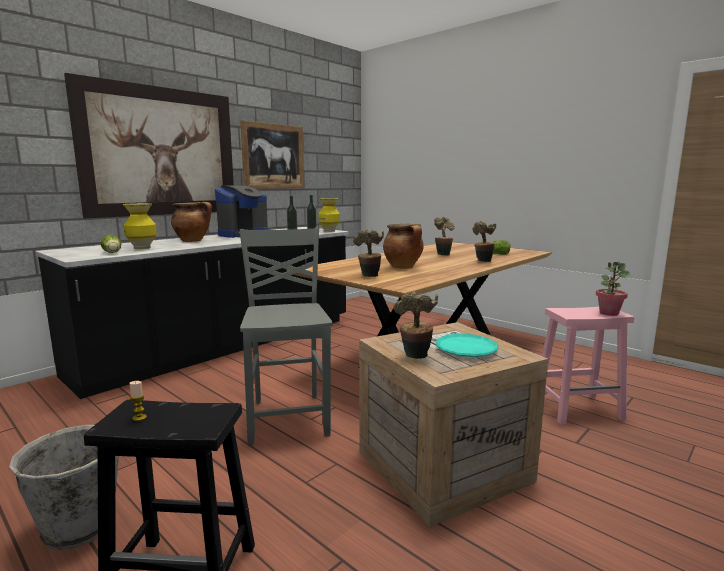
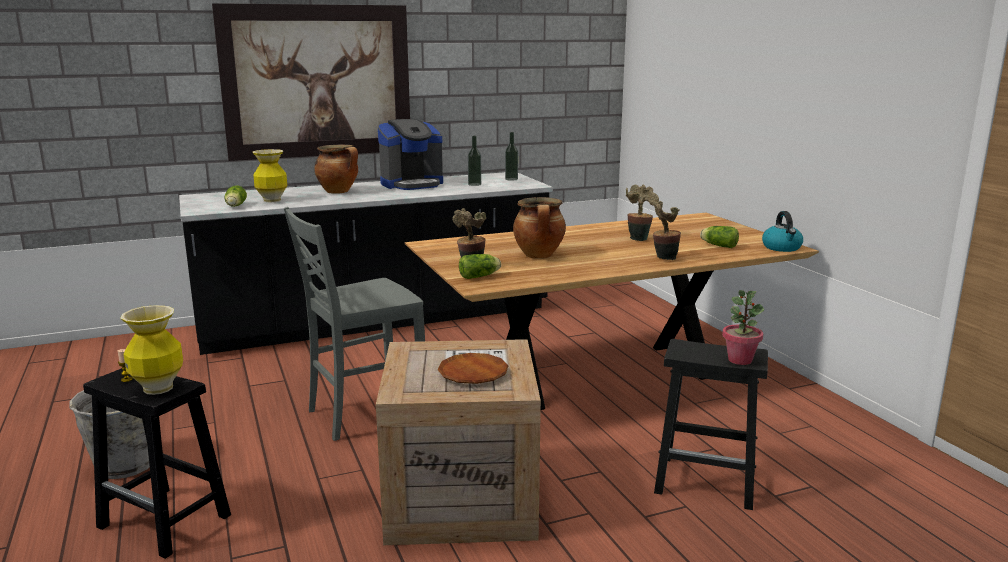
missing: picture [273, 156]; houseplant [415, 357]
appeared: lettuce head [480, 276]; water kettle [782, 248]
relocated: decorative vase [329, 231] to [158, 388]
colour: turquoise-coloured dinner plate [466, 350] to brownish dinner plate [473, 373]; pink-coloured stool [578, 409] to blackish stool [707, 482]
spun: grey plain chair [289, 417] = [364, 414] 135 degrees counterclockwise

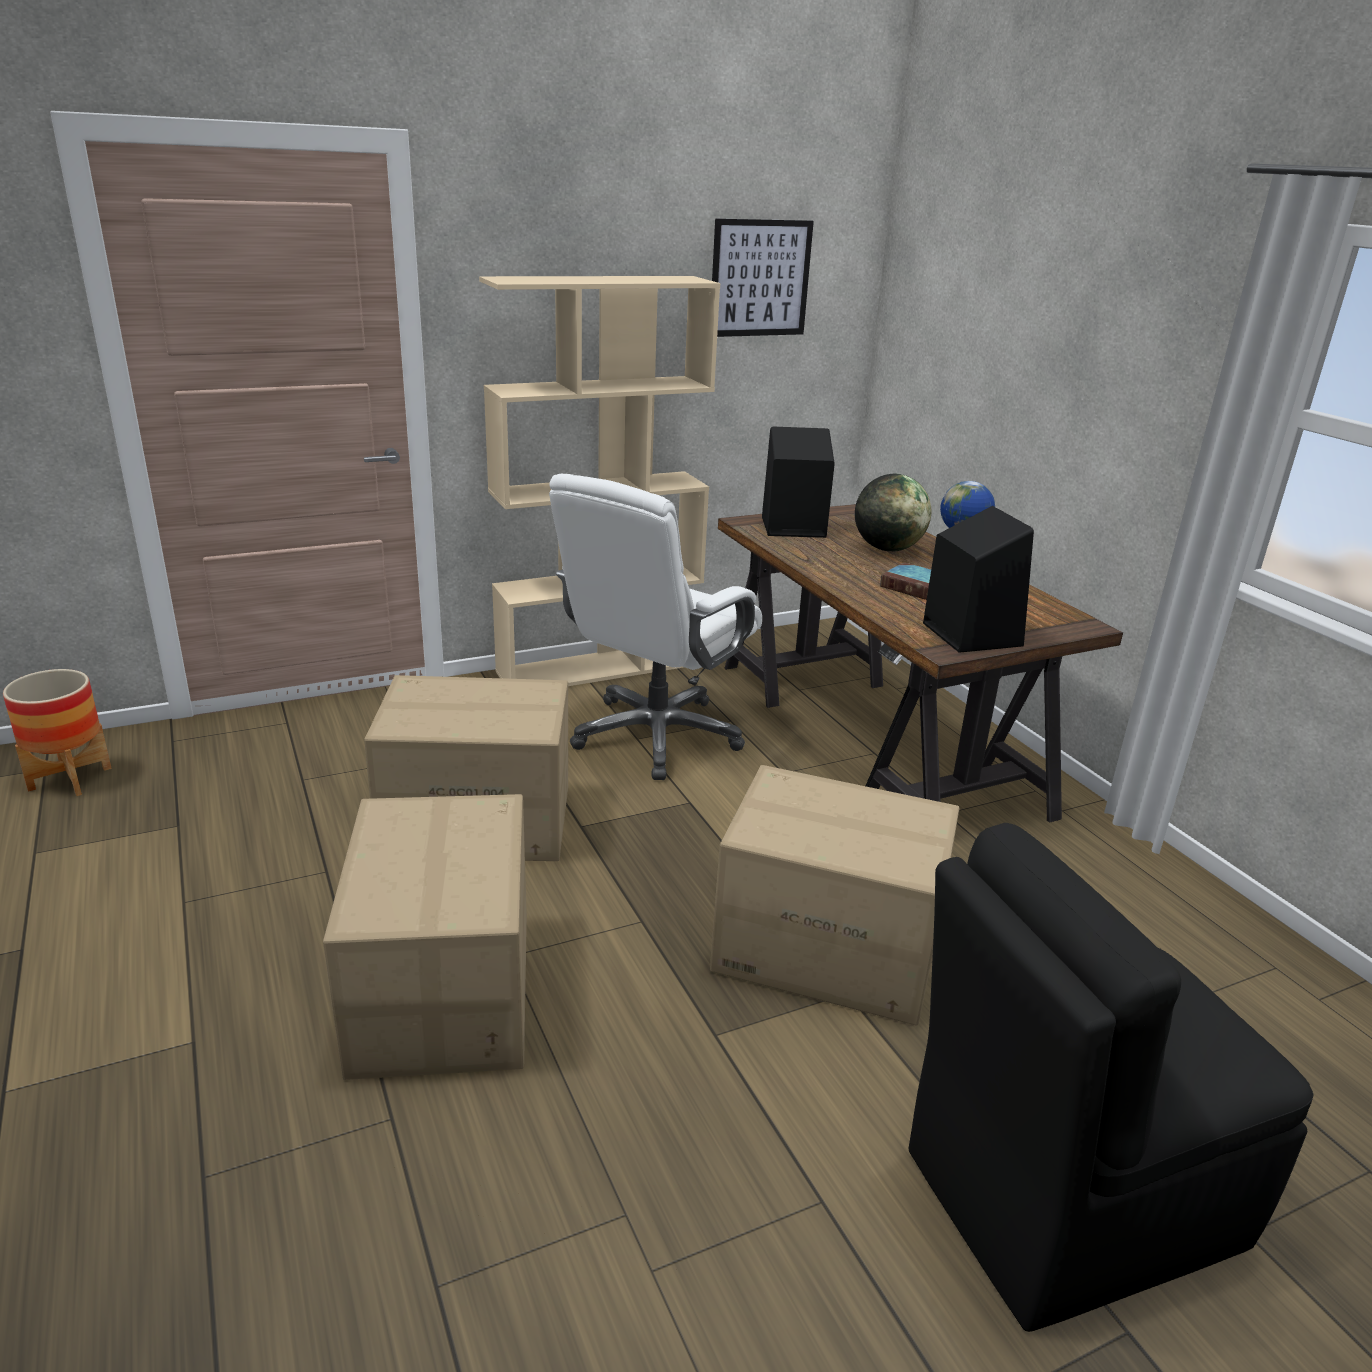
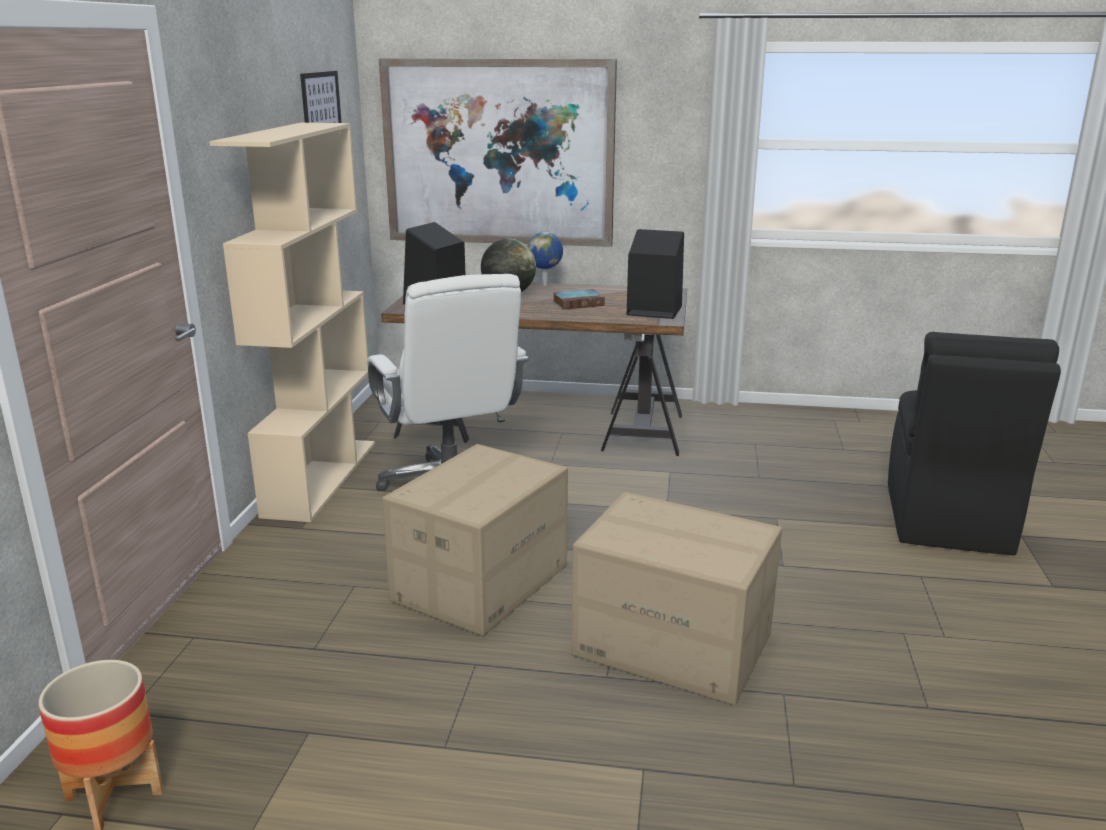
missing: packing box [827, 948]
appeared: picture [499, 153]

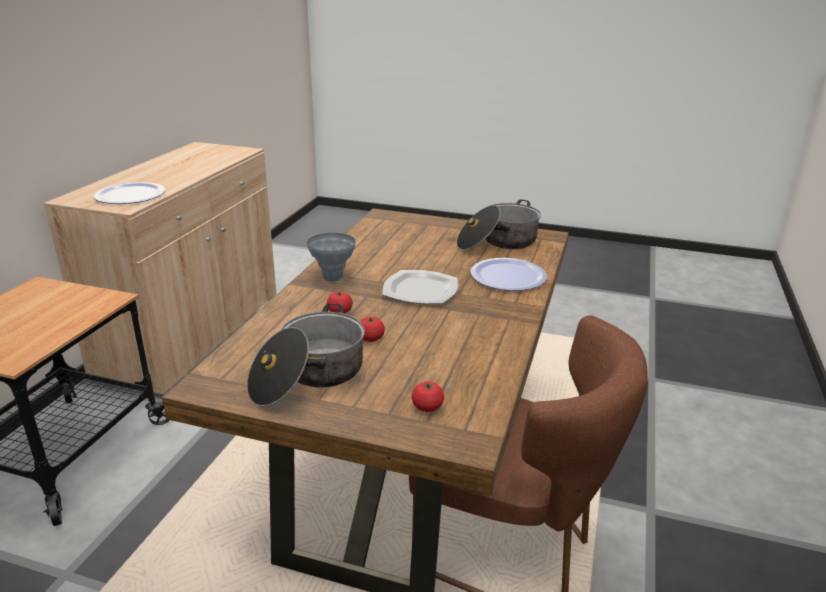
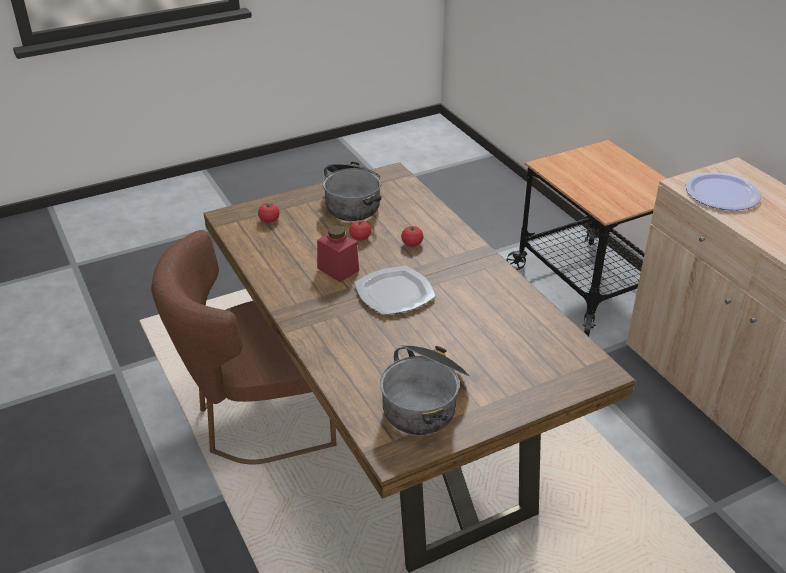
missing: grey decorative vase [333, 278]; dinner plate [508, 276]
appeared: red-coloured preserve jar [338, 269]

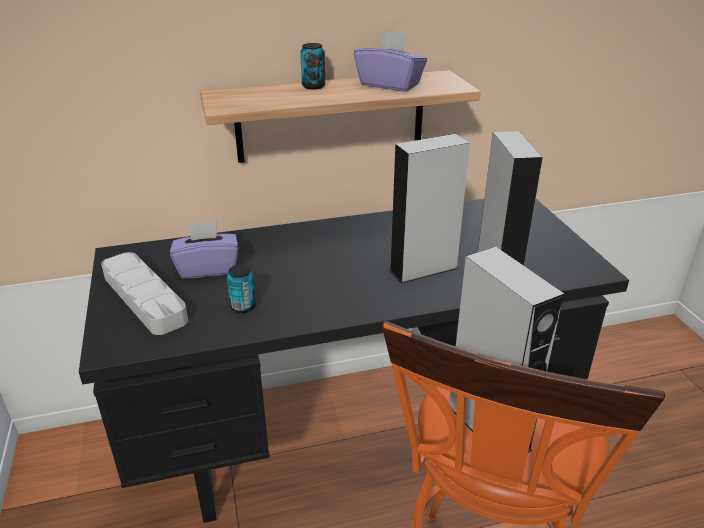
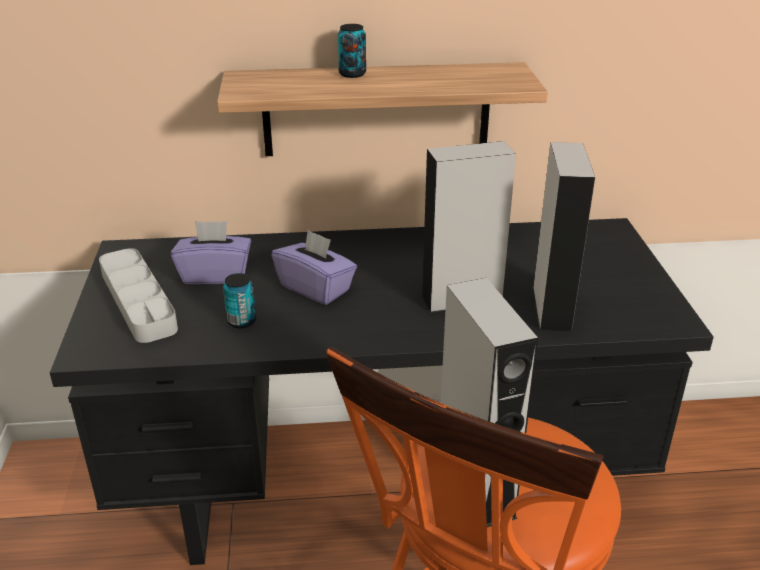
relocated: purplish tissue holder [390, 84] to [316, 288]

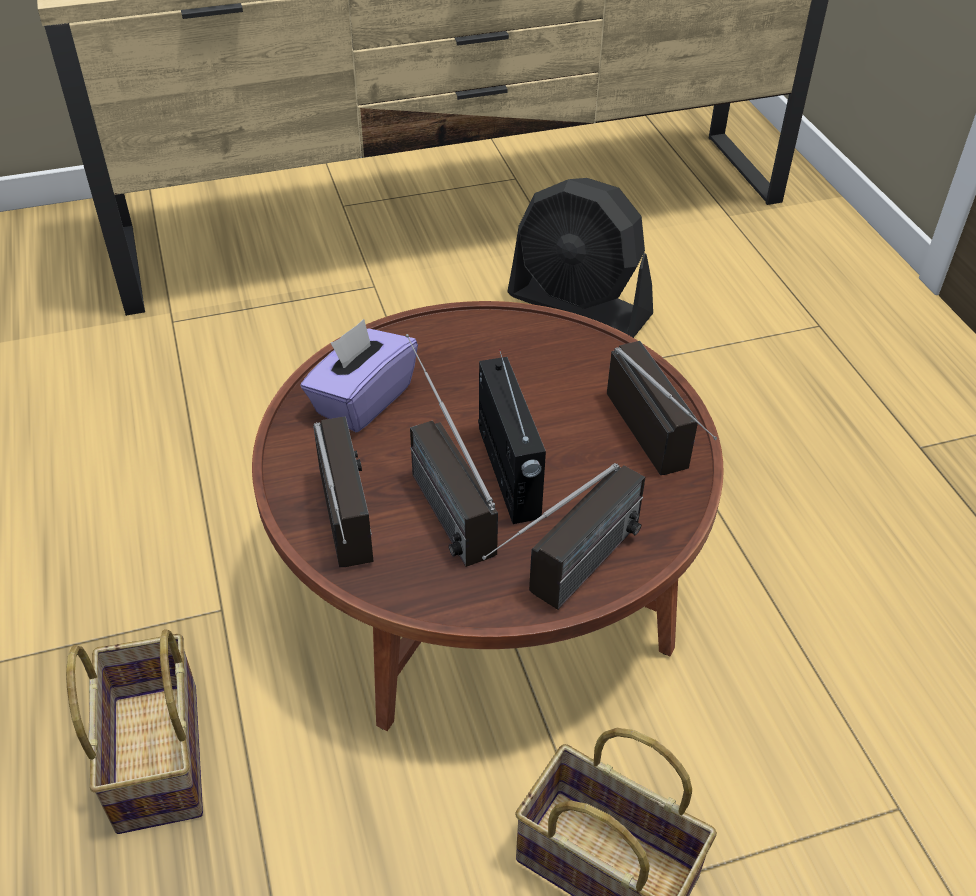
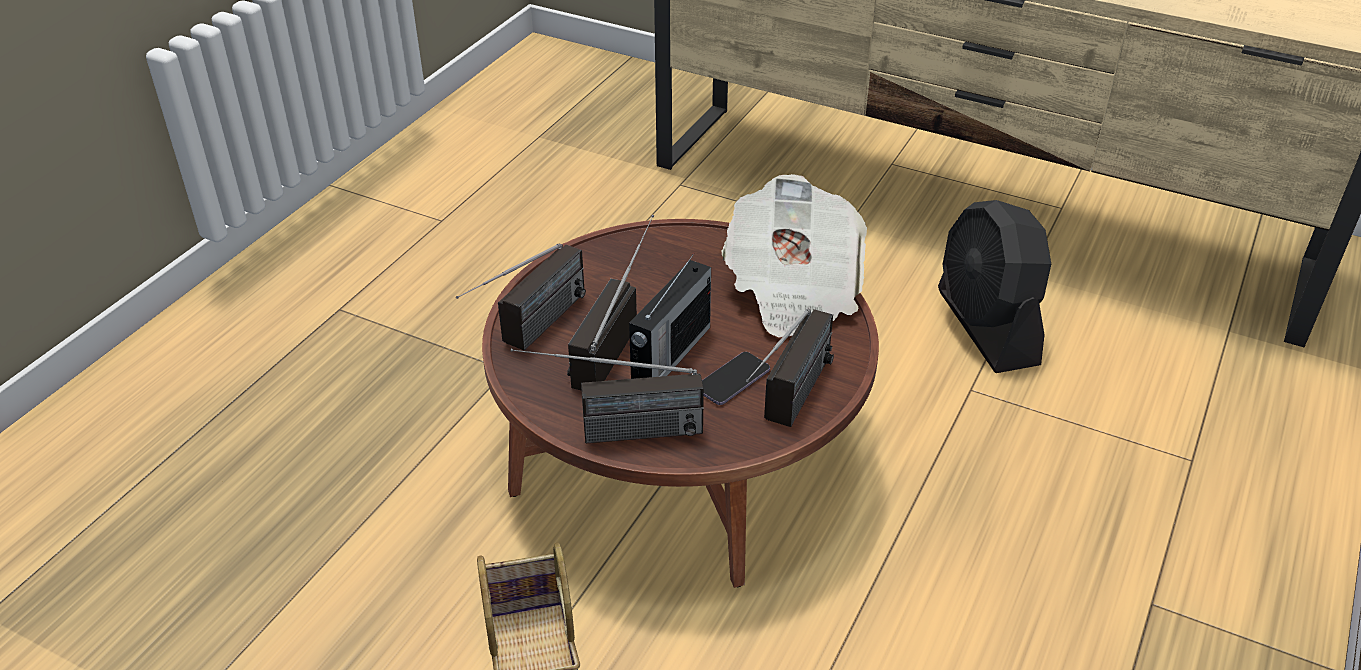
missing: household basket [154, 753]; purplish tissue holder [362, 400]
appeared: handset [732, 380]; newspaper [792, 289]

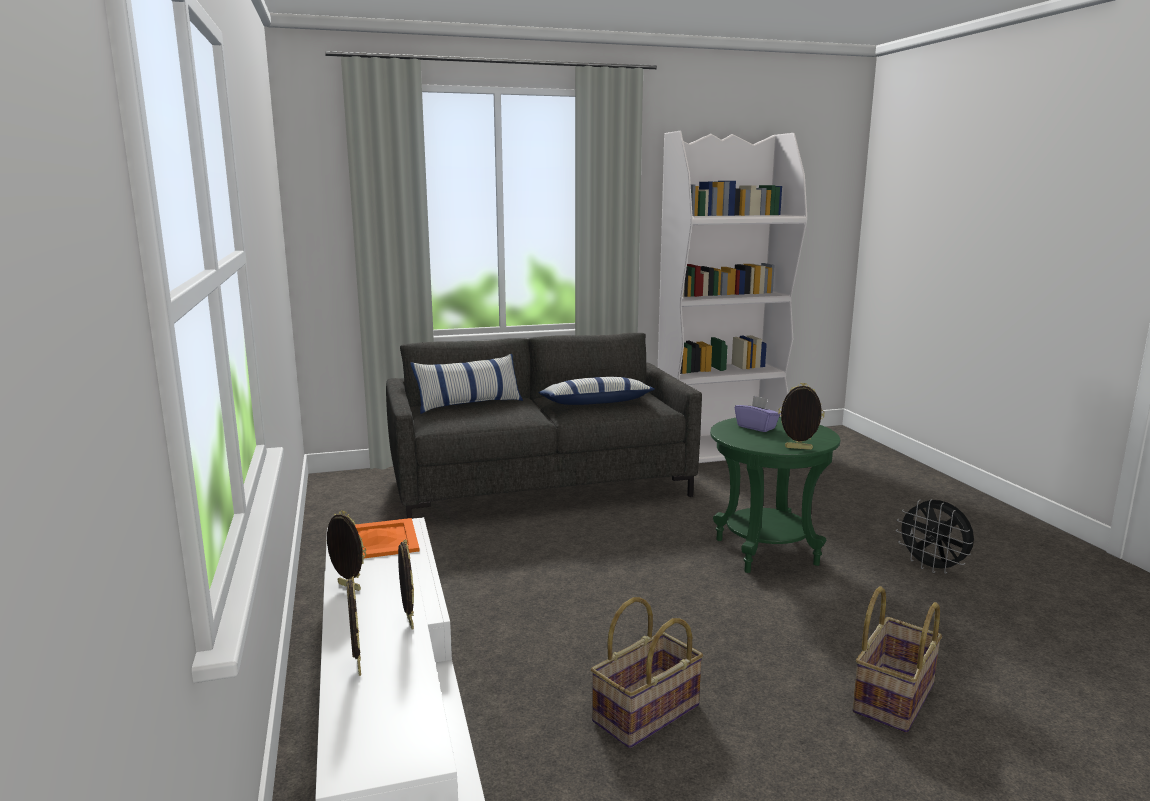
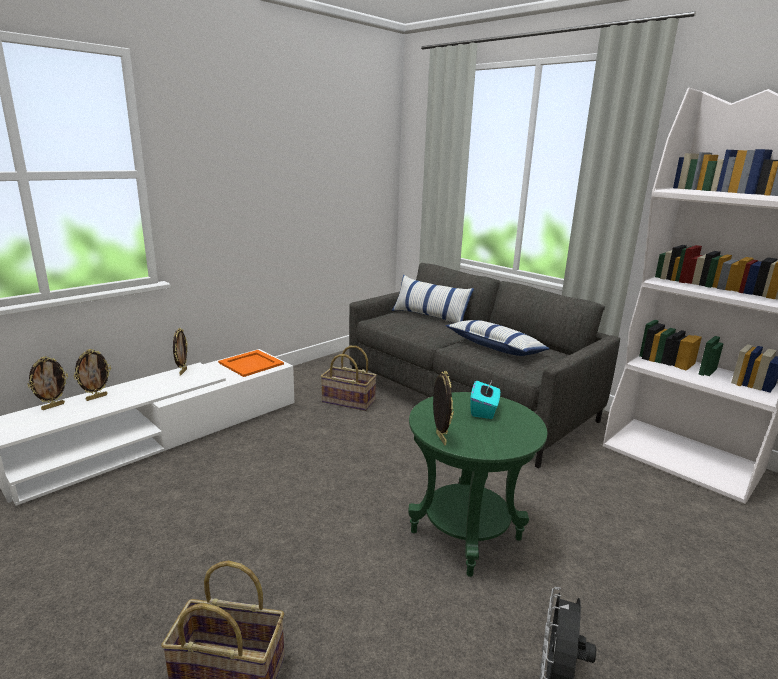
relocated: picture frame [408, 621] to [53, 406]; household basket [647, 714] to [348, 401]
colour: purplish tissue holder [756, 427] to turquoise-coloured tissue holder [484, 410]

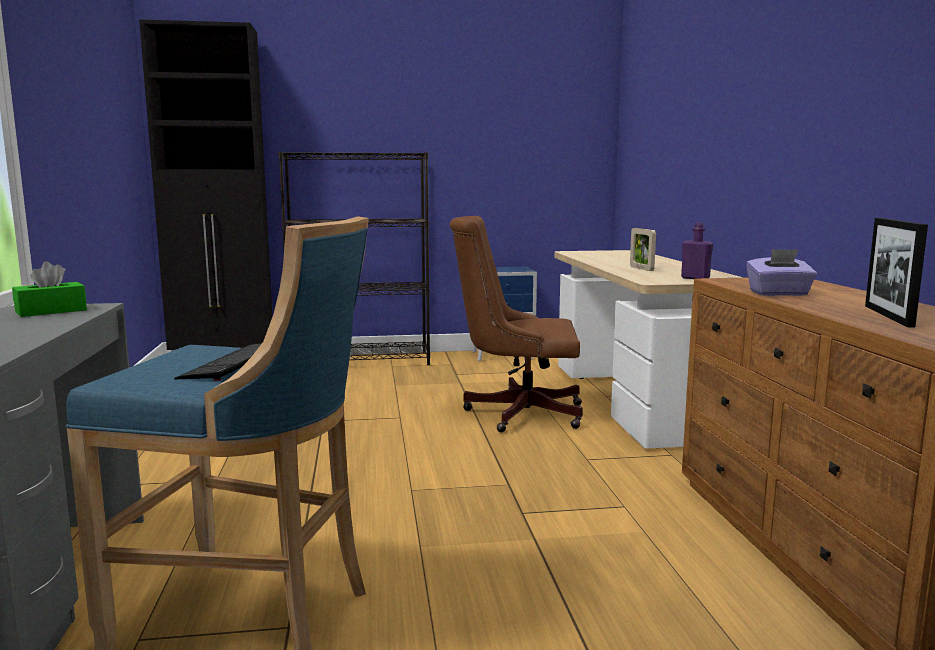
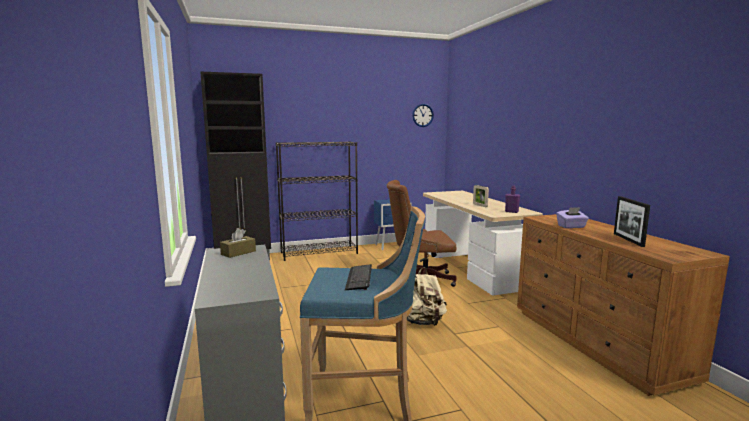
appeared: sand-coloured rucksack [423, 322]; wall clock [422, 115]
colour: green tissue holder [51, 311] to brownish tissue holder [238, 252]

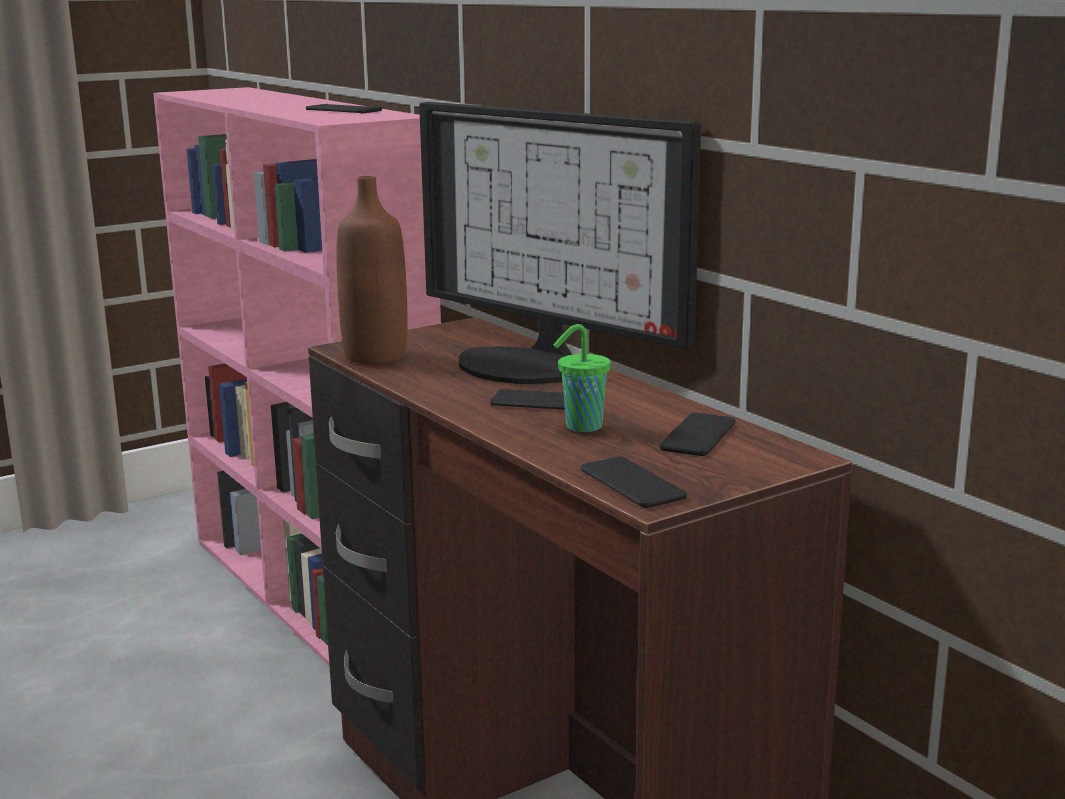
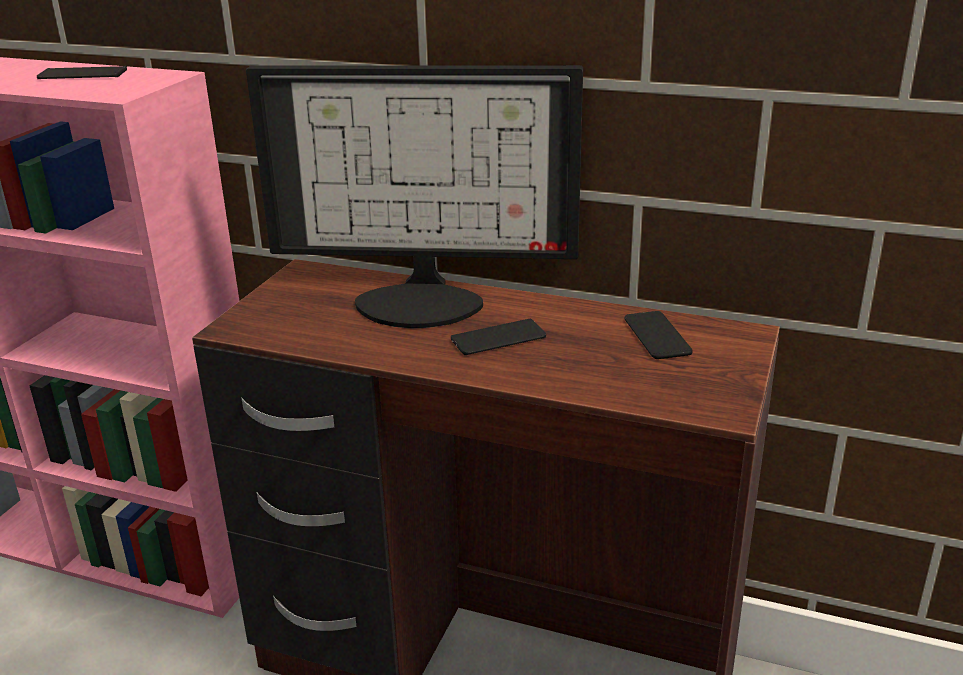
missing: brownish bottle [375, 356]; green small cup [581, 427]; handset [632, 484]

